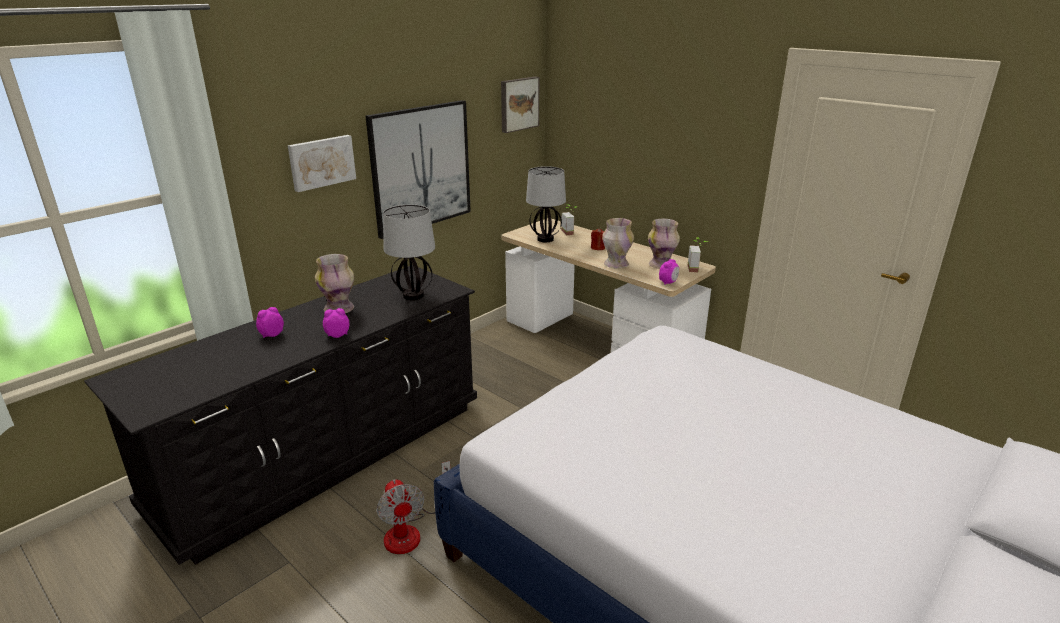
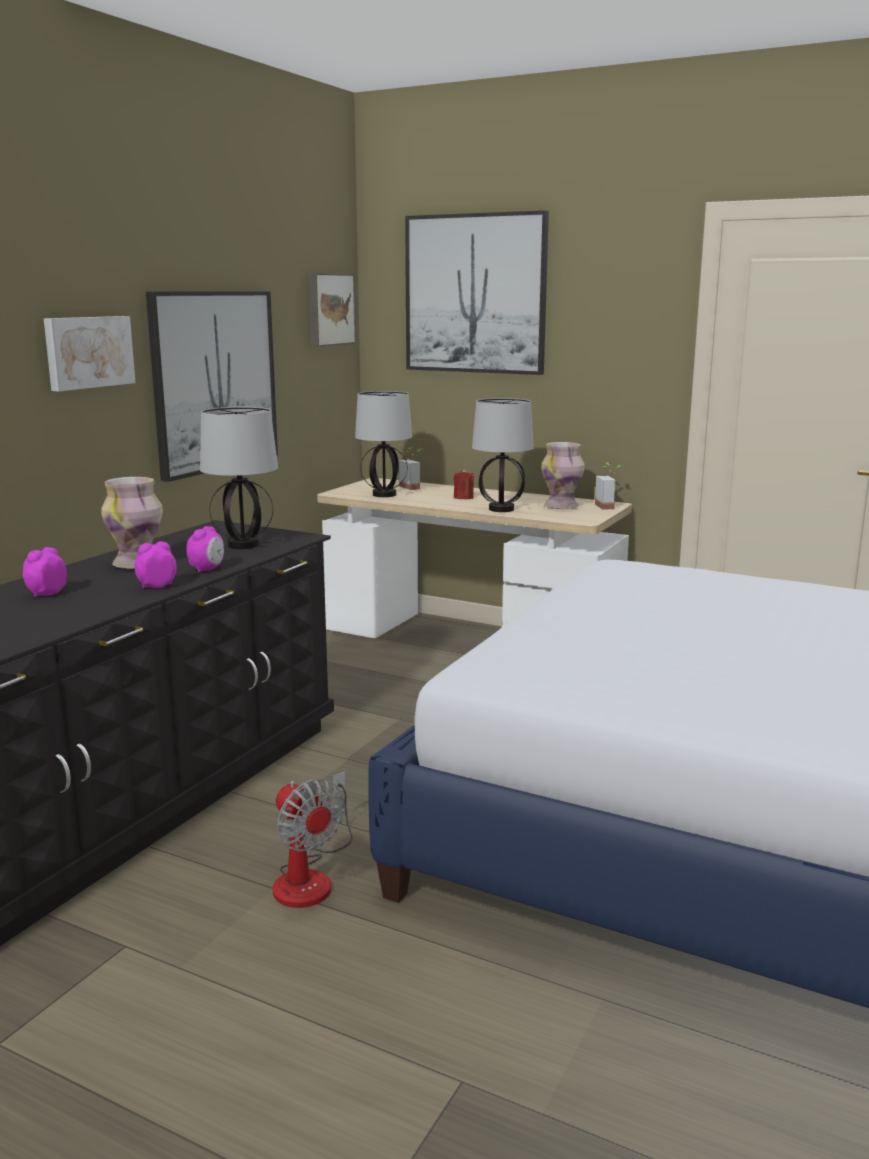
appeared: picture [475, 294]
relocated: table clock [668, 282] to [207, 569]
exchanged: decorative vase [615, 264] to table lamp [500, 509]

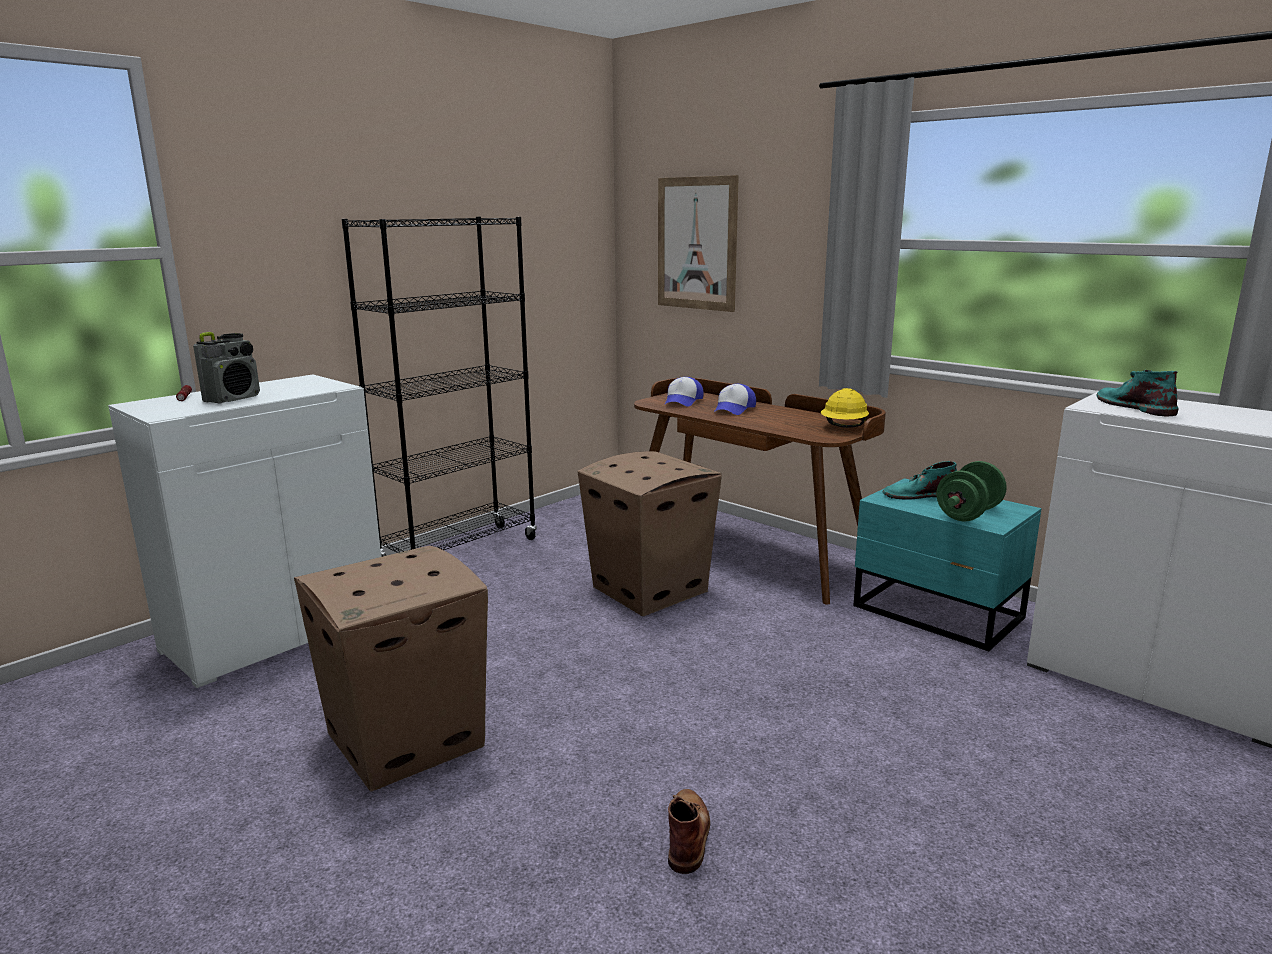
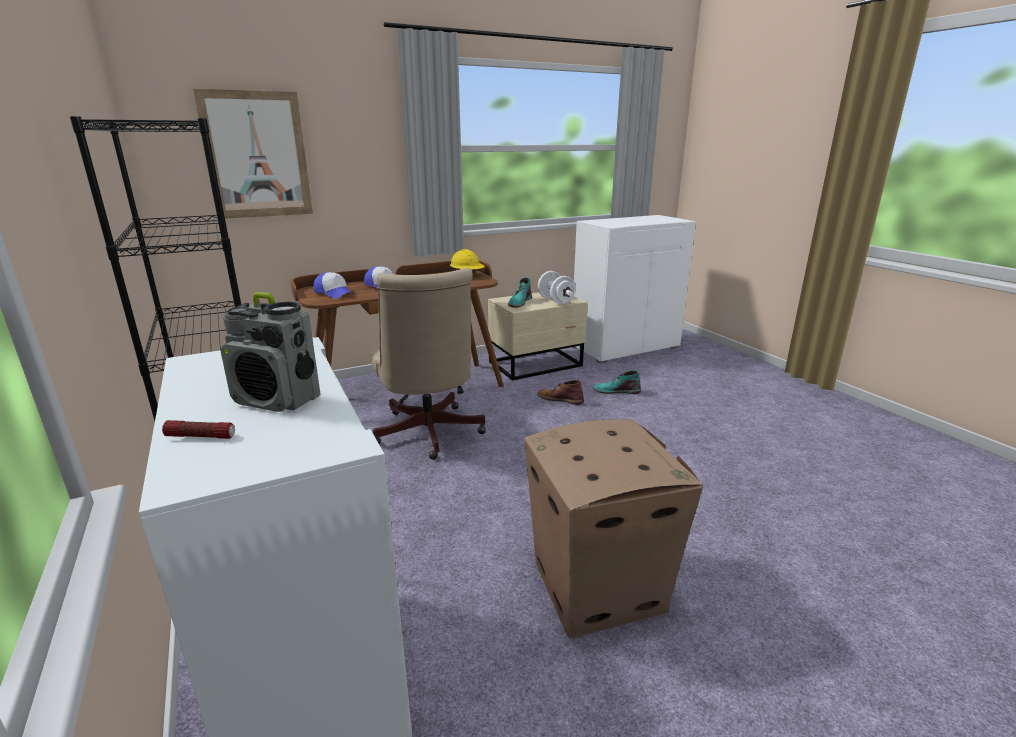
relocated: brownish tall boot [687, 833] to [560, 399]; turquoise-coloured tall boot [1135, 407] to [616, 391]
exchanged: packing box [648, 589] to sand-coloured computer chair [428, 435]
colour: turquoise-coloured night table [938, 614] to sand-coloured night table [537, 364]; green free weight [968, 514] to white free weight [556, 301]
spun: radio set [233, 399] = [278, 400] 150 degrees clockwise

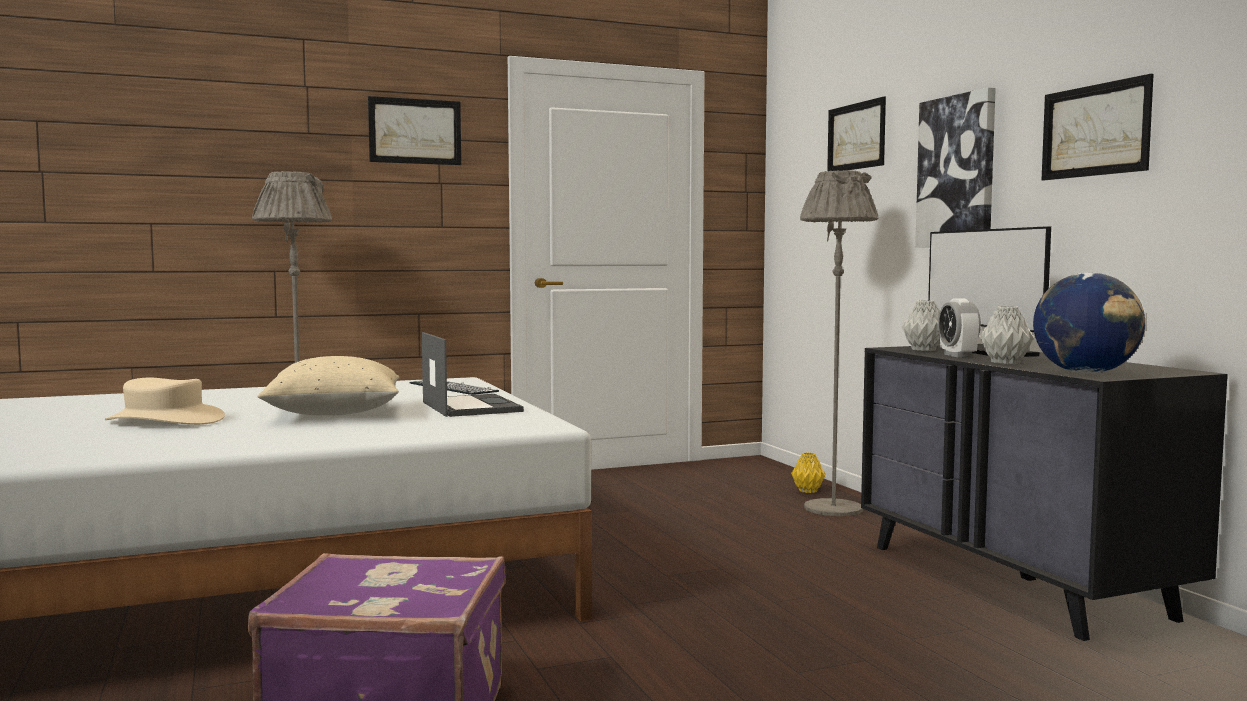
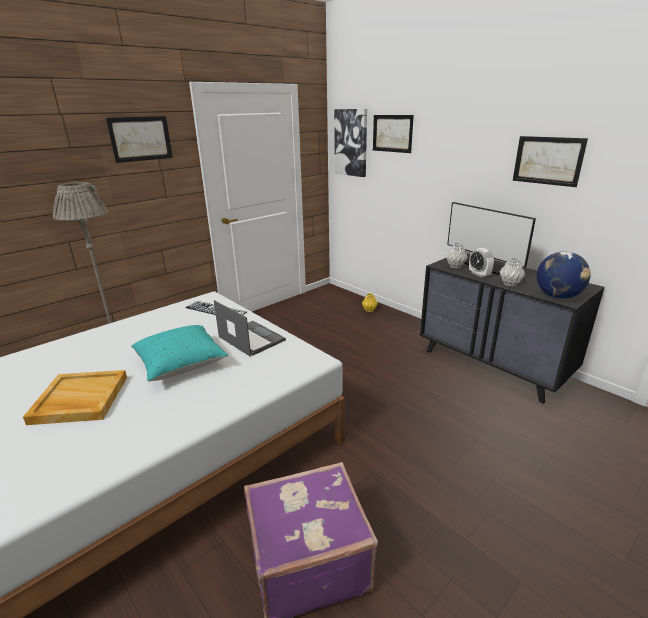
missing: grey standard lamp [833, 508]
relocated: picture [957, 171] to [351, 142]
exchanged: sand-coloured clothing hat [164, 421] to sand-coloured tray [79, 400]
colour: sand-coloured cushion [334, 413] to turquoise-coloured cushion [181, 364]

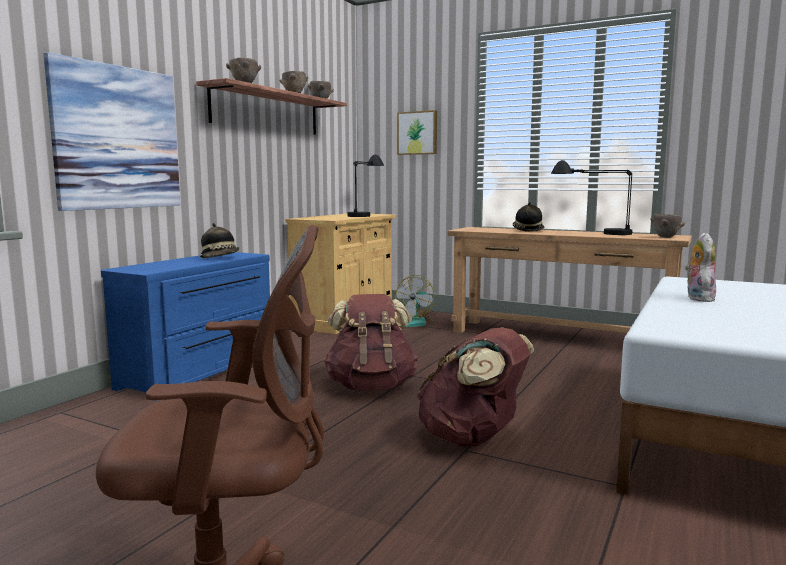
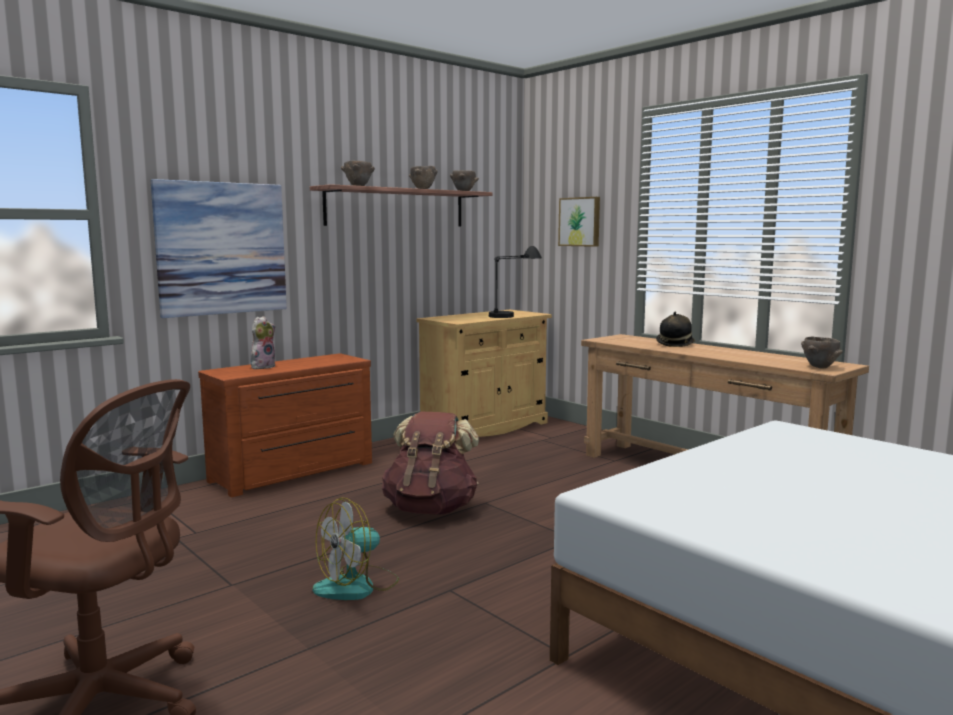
missing: clothing hat [221, 258]; brownish rucksack [473, 438]; blackish table lamp [592, 233]
relocated: plush toy [697, 298] to [263, 367]; cooling fan [415, 323] to [357, 586]
colour: bluish dresser [202, 371] to brownish dresser [294, 473]

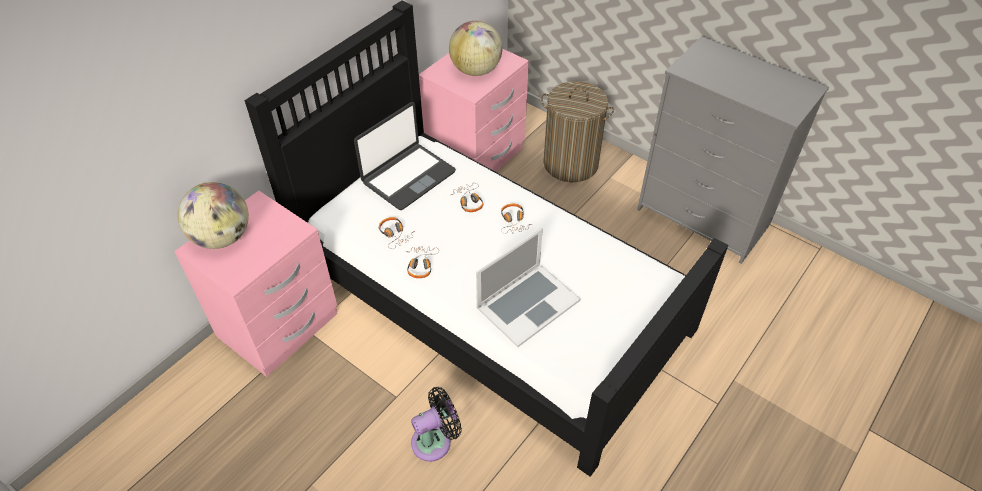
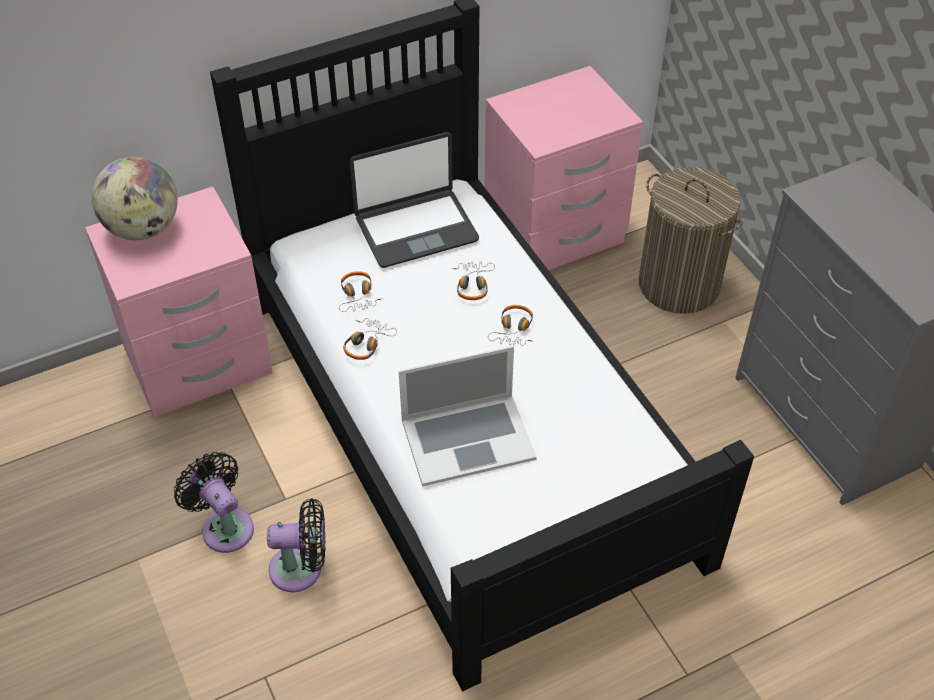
missing: globe [476, 70]
appeared: blackish cooling fan [224, 526]

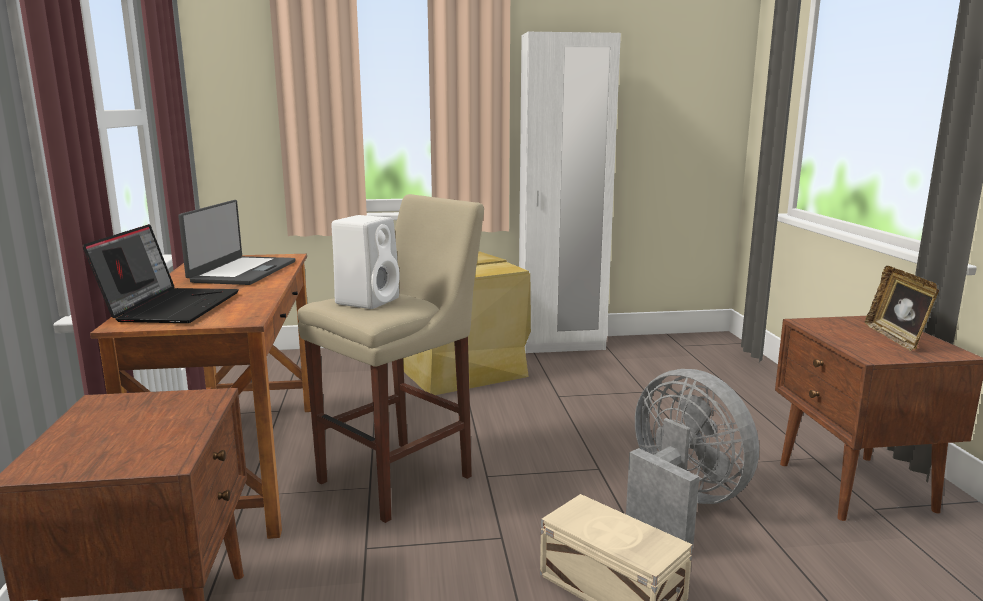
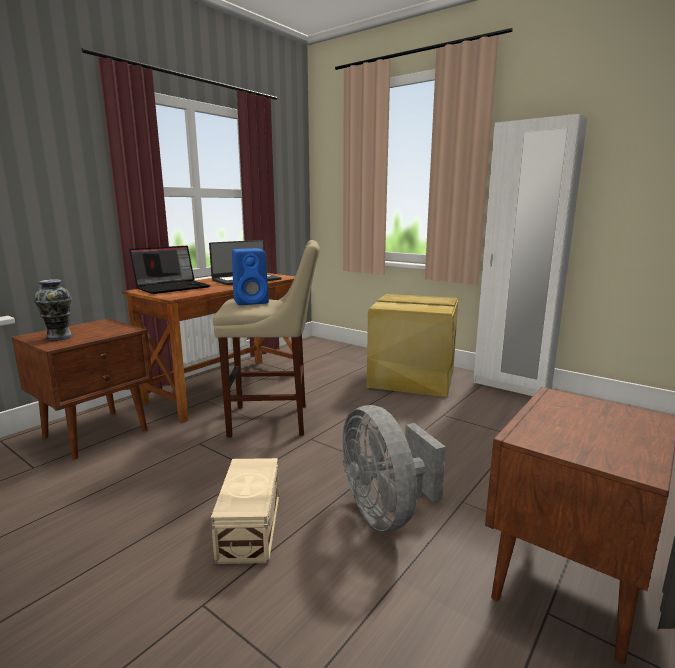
missing: picture frame [896, 338]
appeared: decorative vase [59, 337]
colour: white speaker [368, 301] to bluish speaker [252, 302]
spun: grey cooling fan [681, 504] = [386, 512] 150 degrees clockwise

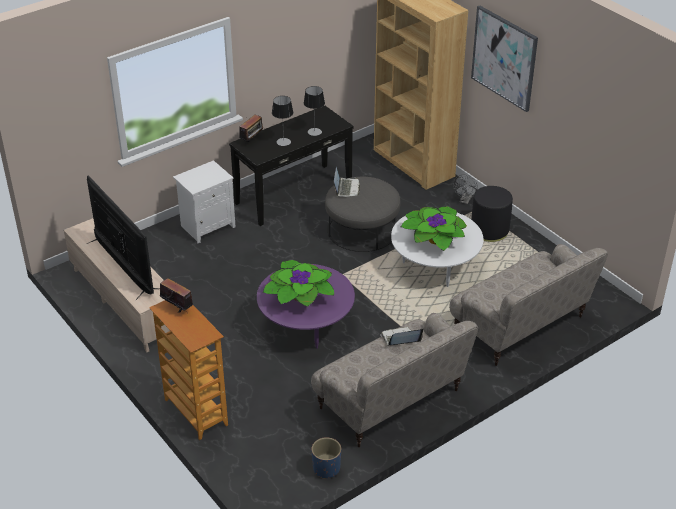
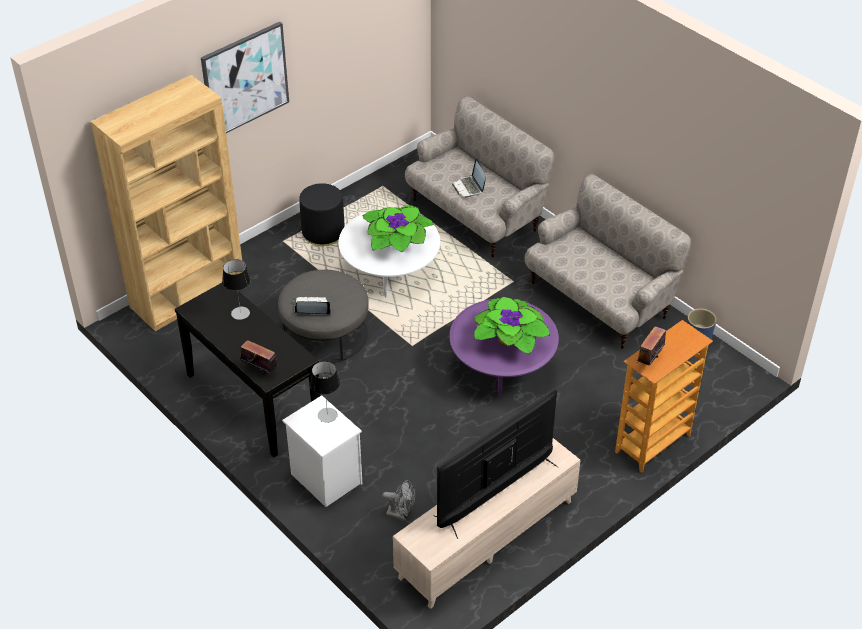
relocated: table lamp [283, 142] to [327, 415]; grey cooling fan [465, 201] to [401, 514]; notebook computer [400, 339] to [469, 187]

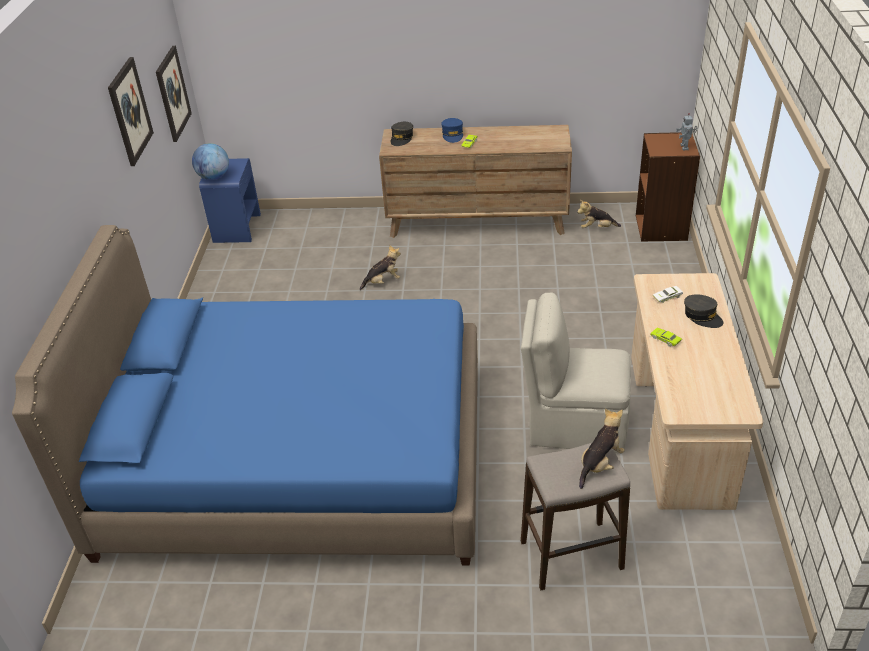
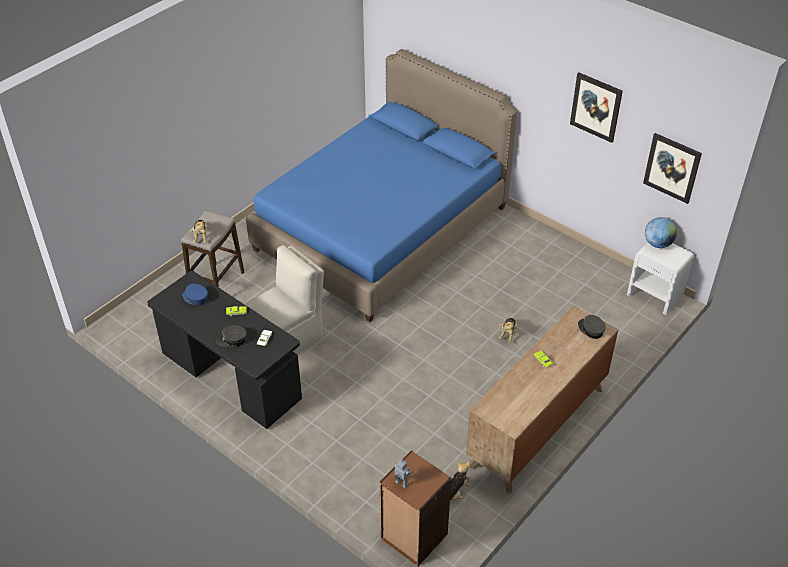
relocated: bluish cap [452, 135] to [195, 298]
colour: sand-coloured desk table [679, 429] to blackish desk table [231, 377]; bluish night table [237, 227] to white night table [655, 295]

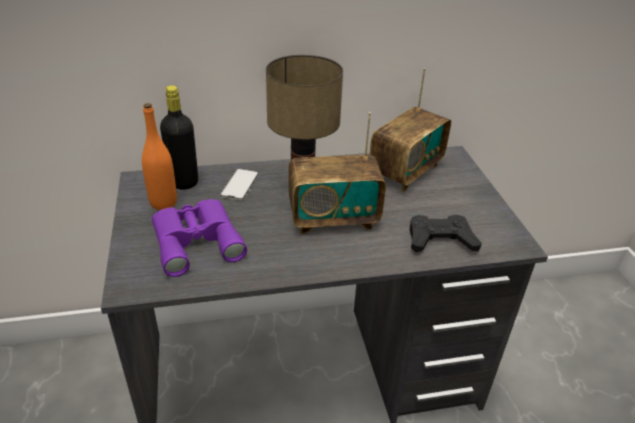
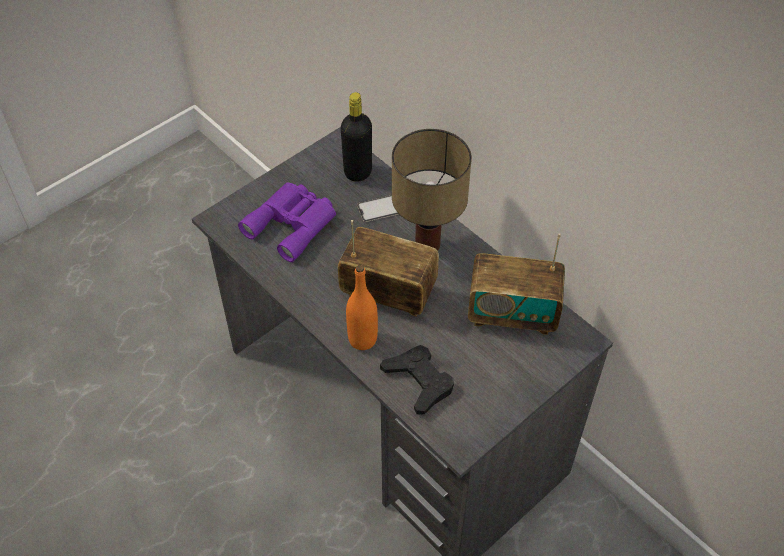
relocated: orangey bottle [163, 203] to [362, 339]
spun: radio set [333, 218] = [388, 293] 150 degrees clockwise

